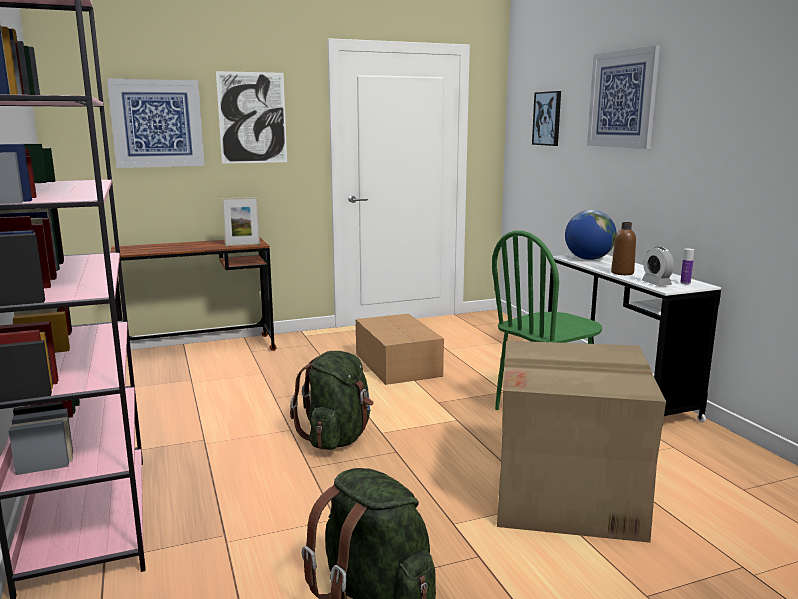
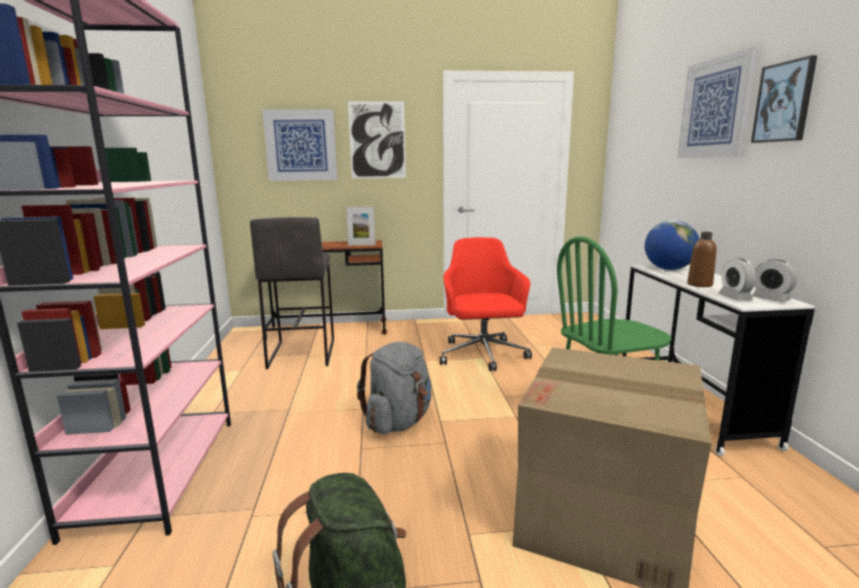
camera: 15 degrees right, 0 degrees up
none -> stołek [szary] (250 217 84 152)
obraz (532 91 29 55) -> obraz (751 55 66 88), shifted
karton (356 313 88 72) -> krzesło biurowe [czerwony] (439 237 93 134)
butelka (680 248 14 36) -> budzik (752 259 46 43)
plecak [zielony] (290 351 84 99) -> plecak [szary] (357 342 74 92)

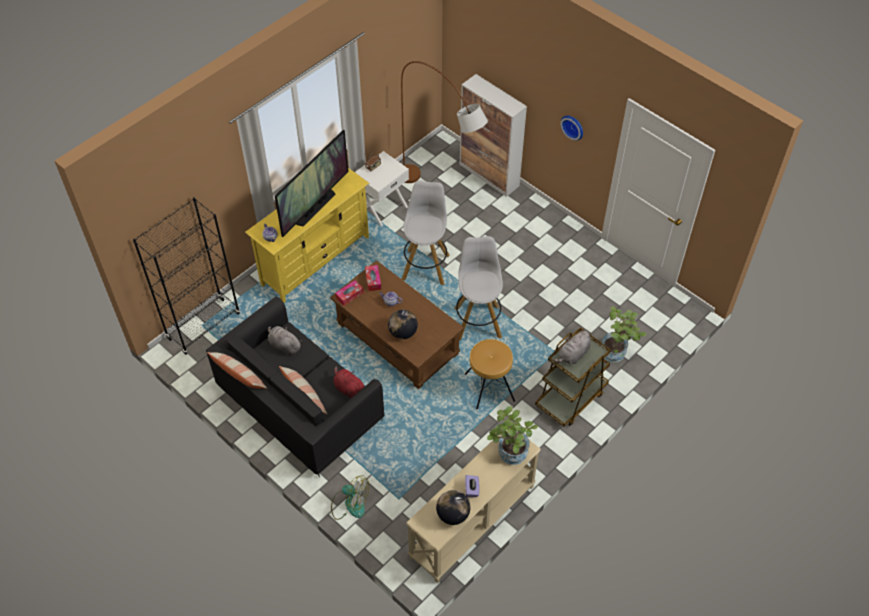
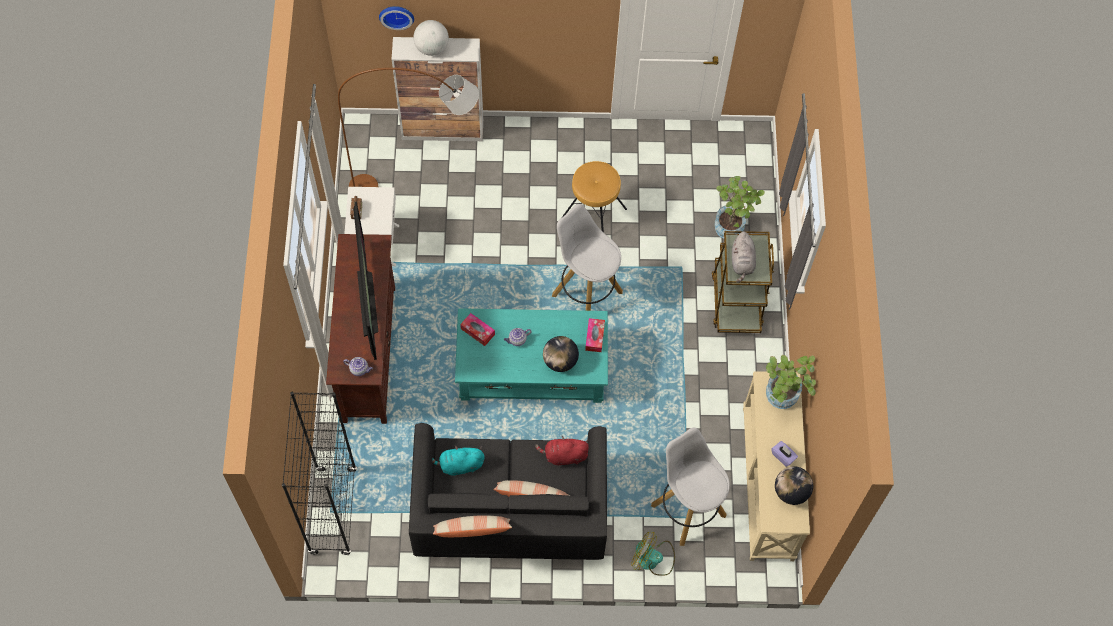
camera: 45 degrees left, 10 degrees up
none -> globus (413 20 36 36)
pudełko chusteczek (335 280 29 26) -> pudełko chusteczek (585 318 20 34), shifted
stołek [biały] (401 180 49 105) -> stołek [biały] (651 428 79 118), shifted
stołek [brązowy] (465 339 50 71) -> stołek [brązowy] (561 161 66 72), shifted
zegar ścienny (560 116 23 24) -> zegar ścienny (379 6 35 24), shifted
szafka pod telewizor [żółty] (245 168 124 135) -> szafka pod telewizor [brązowy] (326 234 69 190)
pluszak [szary] (268 326 34 29) -> pluszak [turkusowy] (432 445 53 31)
ława [brązowy] (330 260 134 129) -> ława [turkusowy] (455 308 153 95)
wentylator (331 475 38 45) -> wentylator (631 532 44 44), 135 degrees counterclockwise

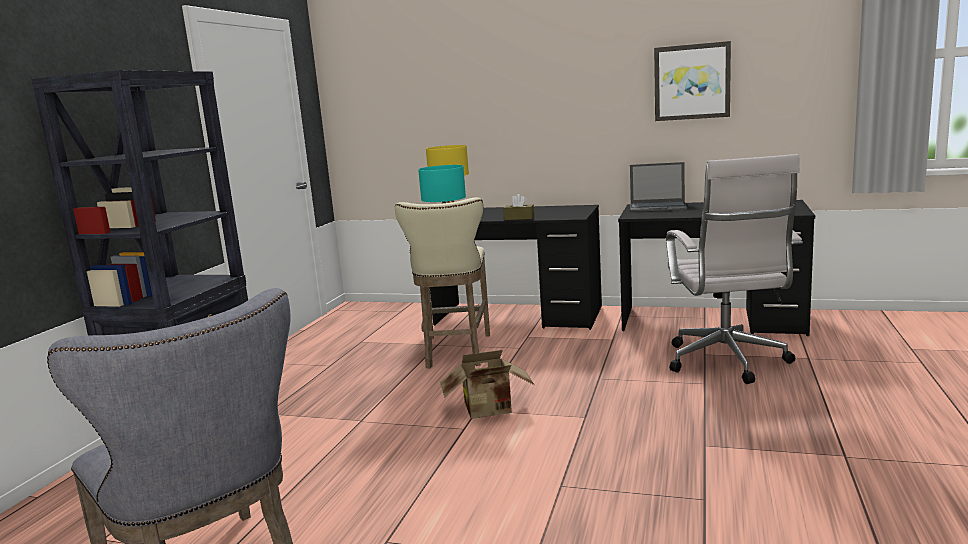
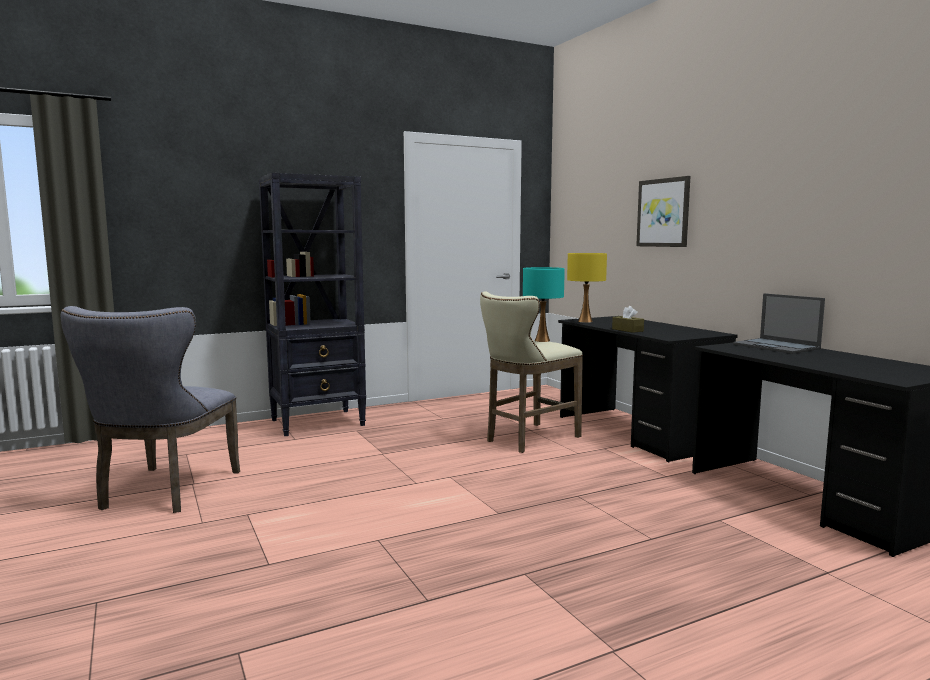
camera: 45 degrees right, 5 degrees down
karton (440 350 94 69) -> none
krzesło biurowe [biały] (666 154 137 230) -> none
obraz (654 41 77 80) -> obraz (636 176 54 71), shifted

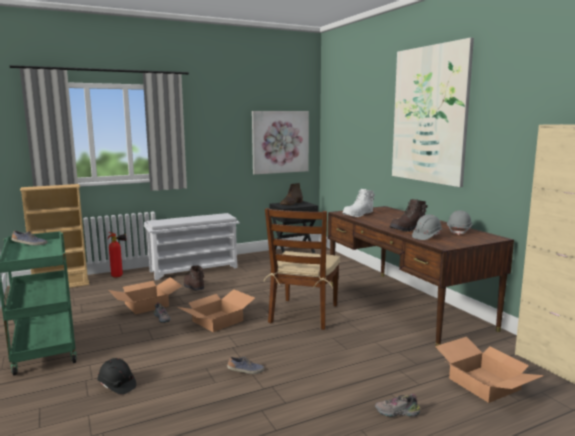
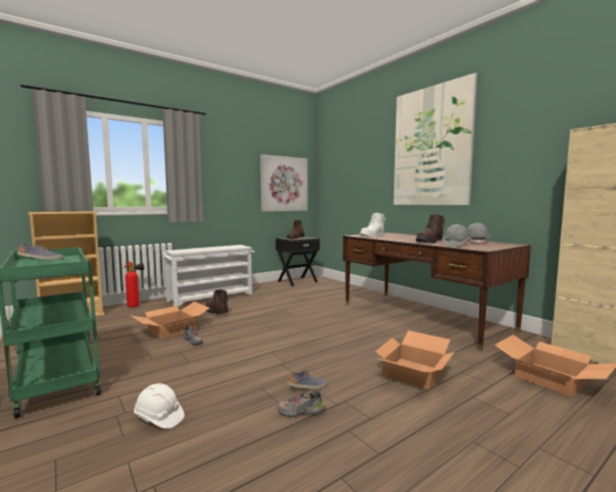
camera: 10 degrees left, 5 degrees down
krzesło [brązowy] (263 208 77 122) -> none
karton (178 289 77 43) -> karton (375 330 79 60), shifted
but (375 394 45 23) -> but (277 389 48 28), shifted
kask [czarny] (97 358 39 36) -> kask [biały] (134 383 50 46)

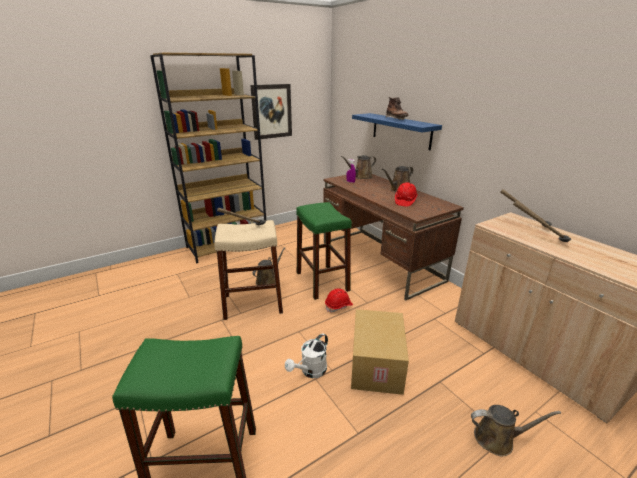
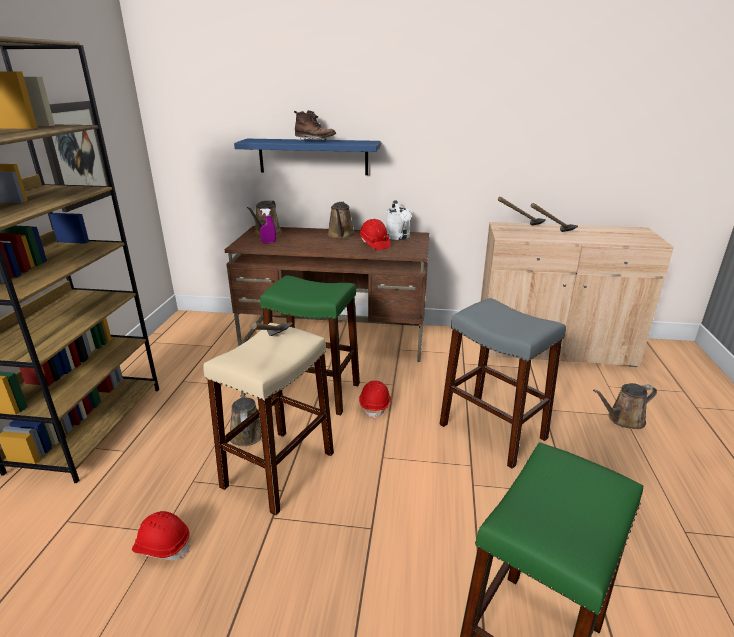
camera: 50 degrees left, 0 degrees up
none -> kask [czerwony] (132 511 58 49)
konewka [biały] (285 333 43 45) -> konewka [biały] (386 200 25 40), shifted
karton (351 309 58 86) -> stołek [szary] (439 298 127 171)
konewka [brązowy] (471 405 90 51) -> konewka [brązowy] (593 383 64 46), 150 degrees counterclockwise

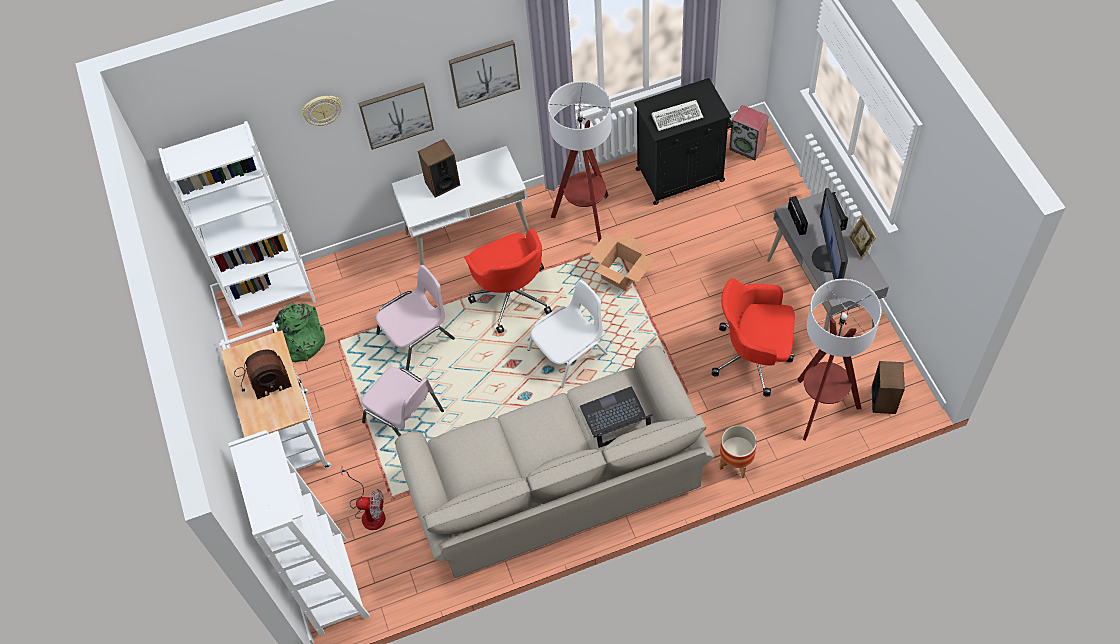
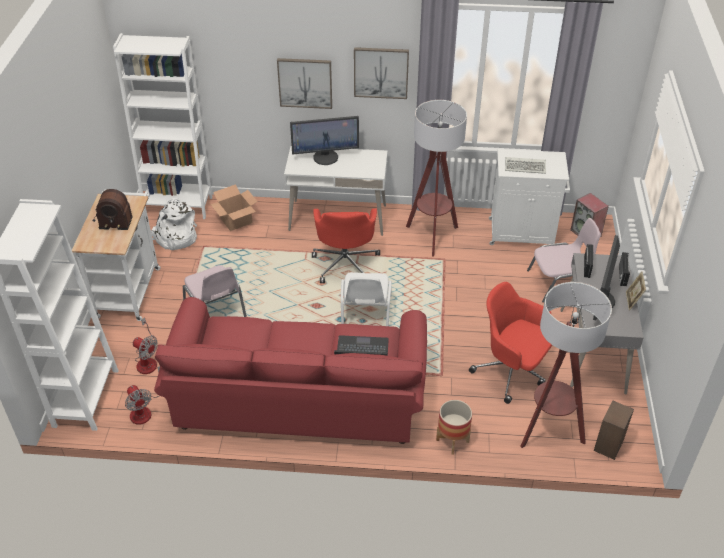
camera: 20 degrees right, 15 degrees down
zegar ścienny (302 96 40 30) -> none
none -> wentylator (125 366 35 59)
krzesło [różowy] (376 265 79 106) -> krzesło [różowy] (527 218 74 85), shifted
karton (589 233 65 58) -> karton (210 184 48 47), shifted
głośnik (418 139 42 59) -> monitor (290 116 69 49)
plecak [zielony] (273 303 52 60) -> plecak [biały] (151 198 46 52)
kanapa [beżowy] (395 346 319 232) -> kanapa [czerwony] (154 297 273 147)
szafka [czarny] (634 78 99 127) -> szafka [biały] (489 149 81 96)
krzesło [biały] (528 280 80 108) -> krzesło [biały] (341 272 51 54), 105 degrees clockwise

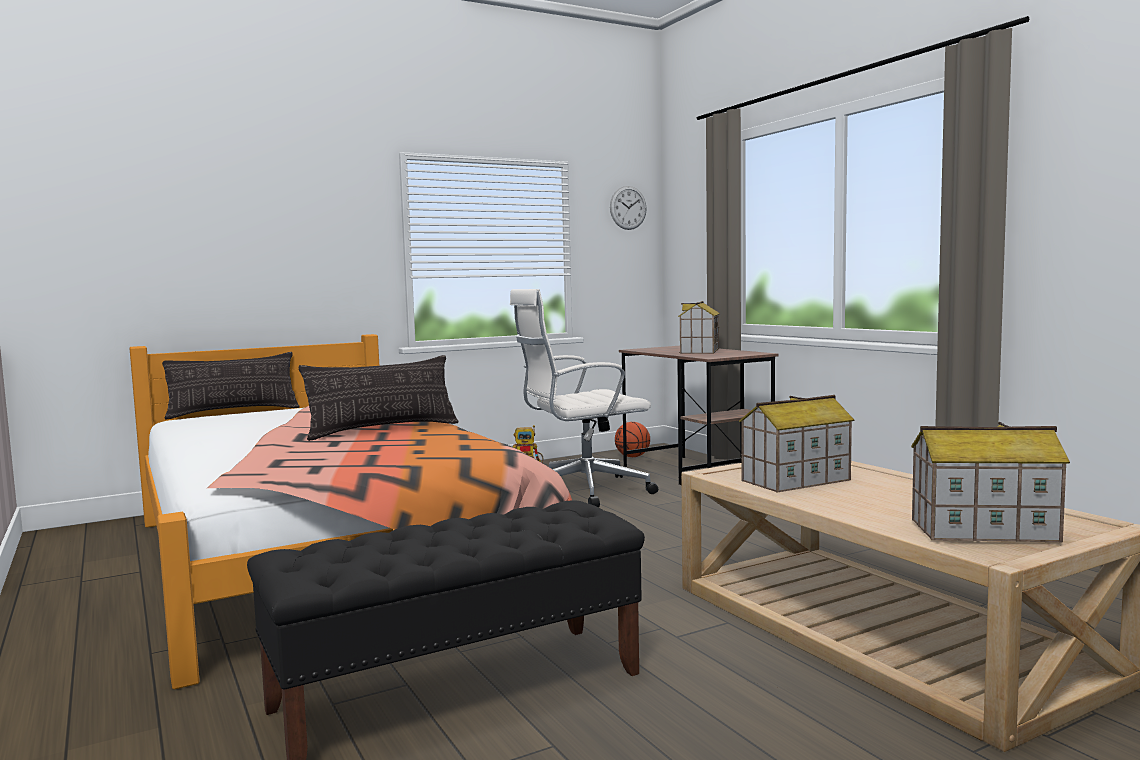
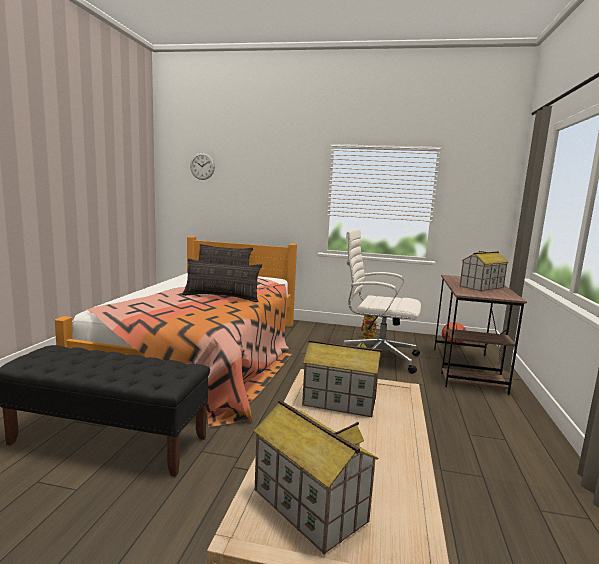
camera: 40 degrees right, 5 degrees up
zegar ścienny (610 186 37 44) -> zegar ścienny (190 153 25 27), shifted

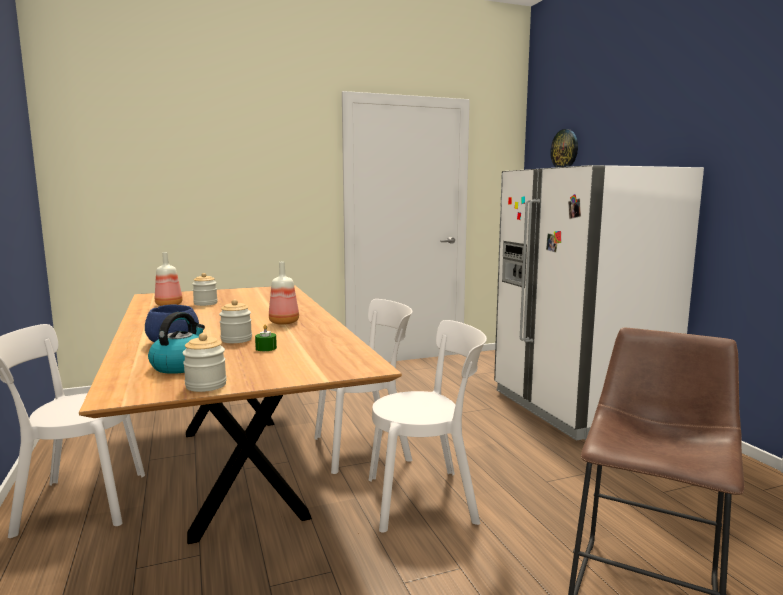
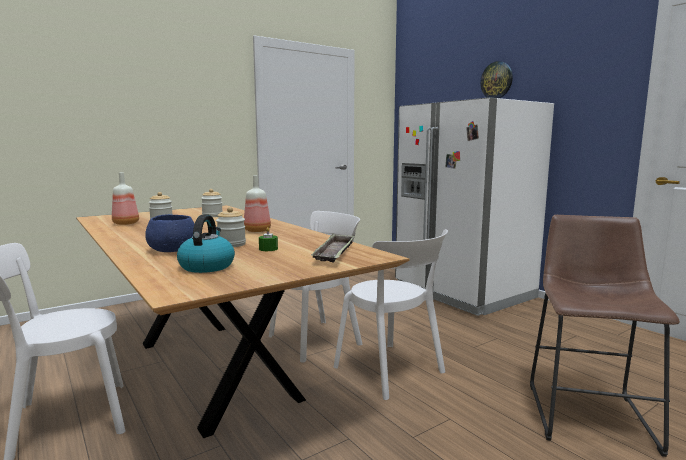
camera: 15 degrees left, 0 degrees up
none -> taca (311 234 43 29)
słoik (183 333 44 59) -> słoik (201 189 22 28), shifted
zegar ścienny (550 129 28 39) -> zegar ścienny (480 61 33 37), shifted
krzesło [biały] (369 320 118 213) -> krzesło [biały] (334 229 114 171), 75 degrees clockwise

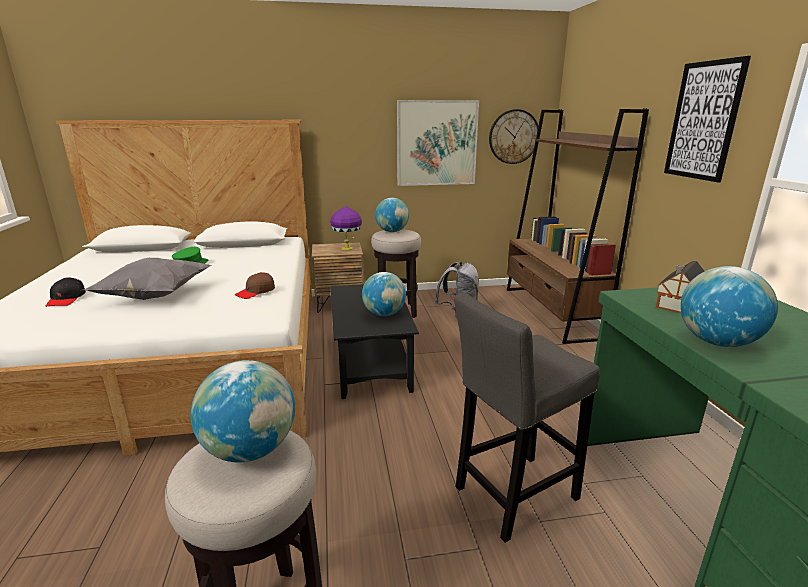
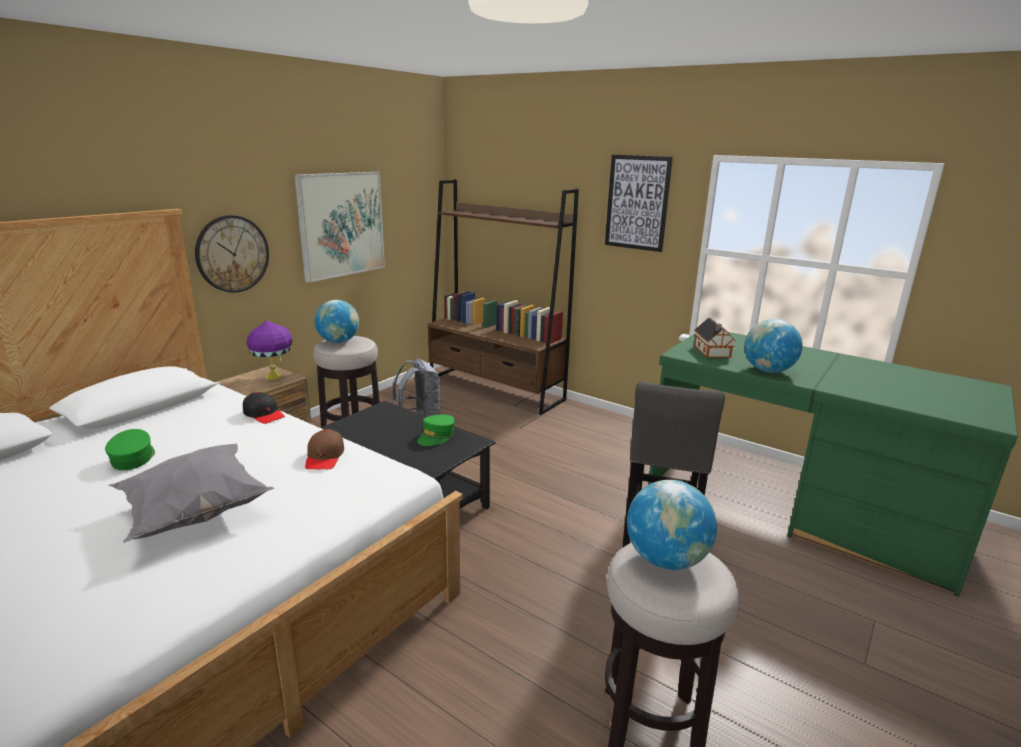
camera: 45 degrees left, 0 degrees up
czapka z daszkiem [czarny] (46 277 40 30) -> czapka z daszkiem [czarny] (243 392 42 32), shifted
zegar ścienny (489 109 49 55) -> zegar ścienny (195 215 74 78), shifted
globus (362 272 44 44) -> czapka z daszkiem [zielony] (417 415 38 31)

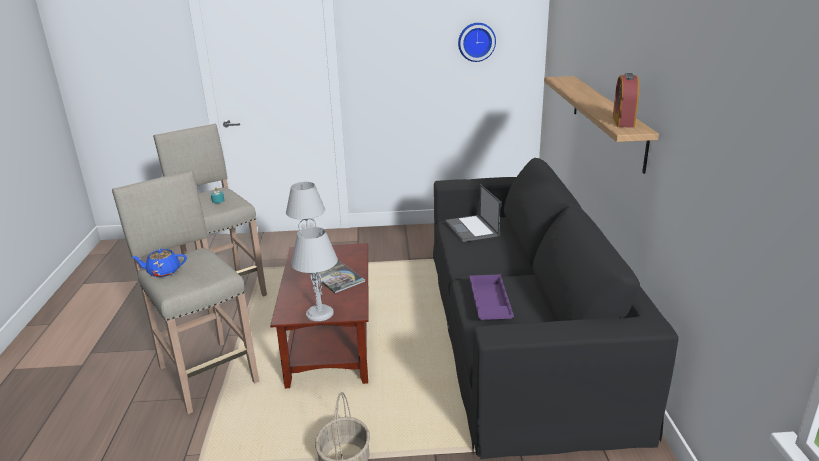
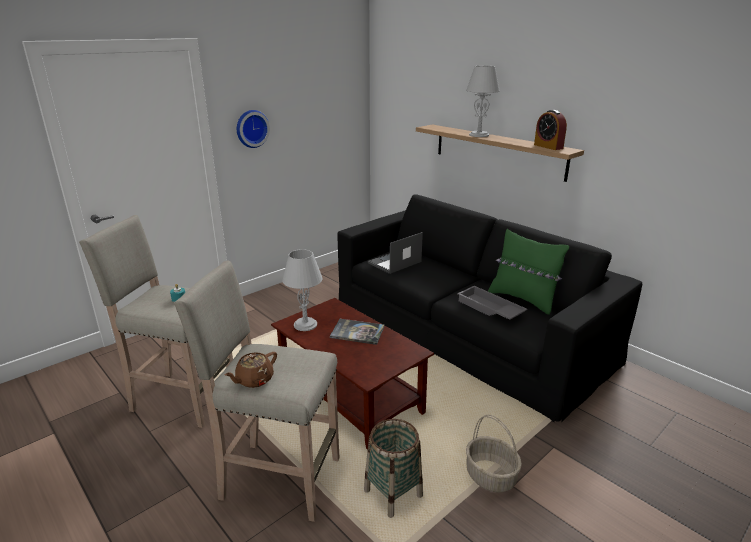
camera: 40 degrees left, 0 degrees up
none -> koszyk (364 419 59 99)
none -> poduszka [zielony] (488 229 81 86)
lampa stołowa [szary] (291 227 47 94) -> lampa stołowa [szary] (466 66 34 71), shifted
zegar ścienny (458 23 38 39) -> zegar ścienny (237 110 33 38), shifted
imbryk [niebieski] (132 249 55 28) -> imbryk [brązowy] (225 352 52 36)
taca [fioletowy] (469 274 45 46) -> taca [szary] (457 286 70 34)
laptop (445 184 56 58) -> laptop (368 232 55 42), 105 degrees clockwise

